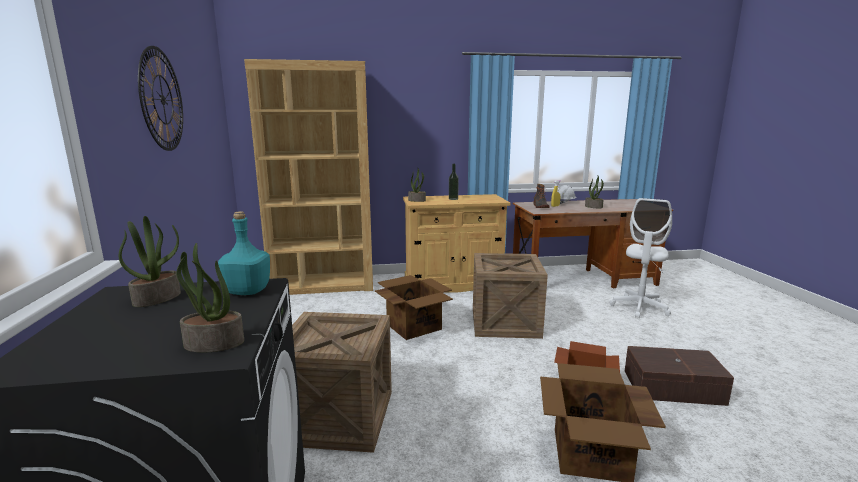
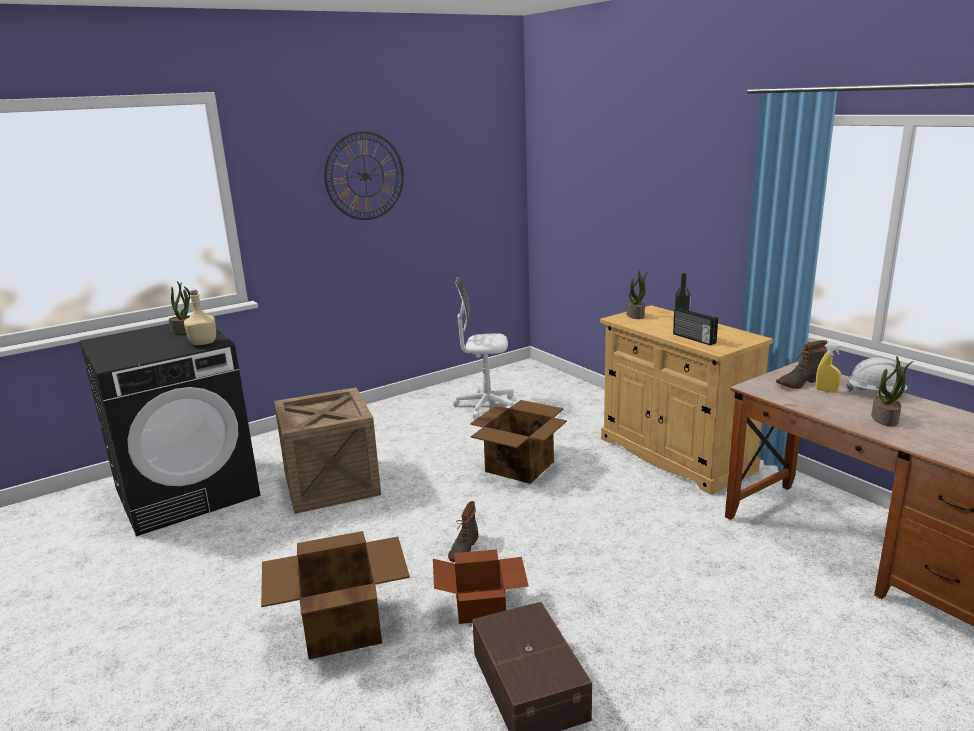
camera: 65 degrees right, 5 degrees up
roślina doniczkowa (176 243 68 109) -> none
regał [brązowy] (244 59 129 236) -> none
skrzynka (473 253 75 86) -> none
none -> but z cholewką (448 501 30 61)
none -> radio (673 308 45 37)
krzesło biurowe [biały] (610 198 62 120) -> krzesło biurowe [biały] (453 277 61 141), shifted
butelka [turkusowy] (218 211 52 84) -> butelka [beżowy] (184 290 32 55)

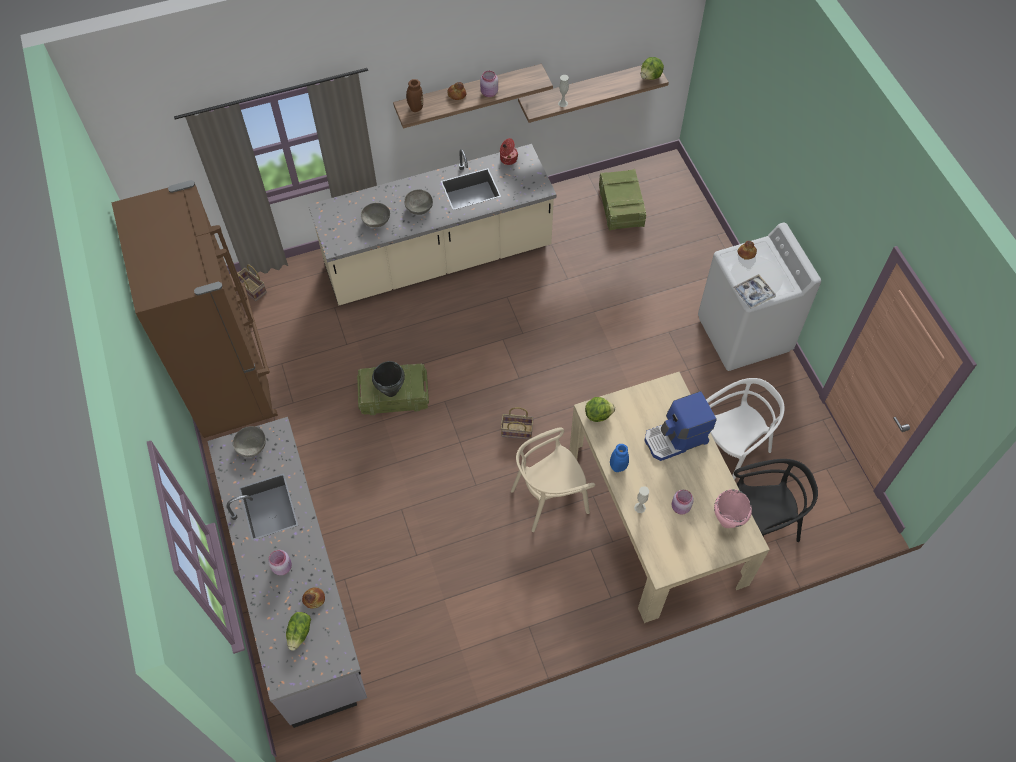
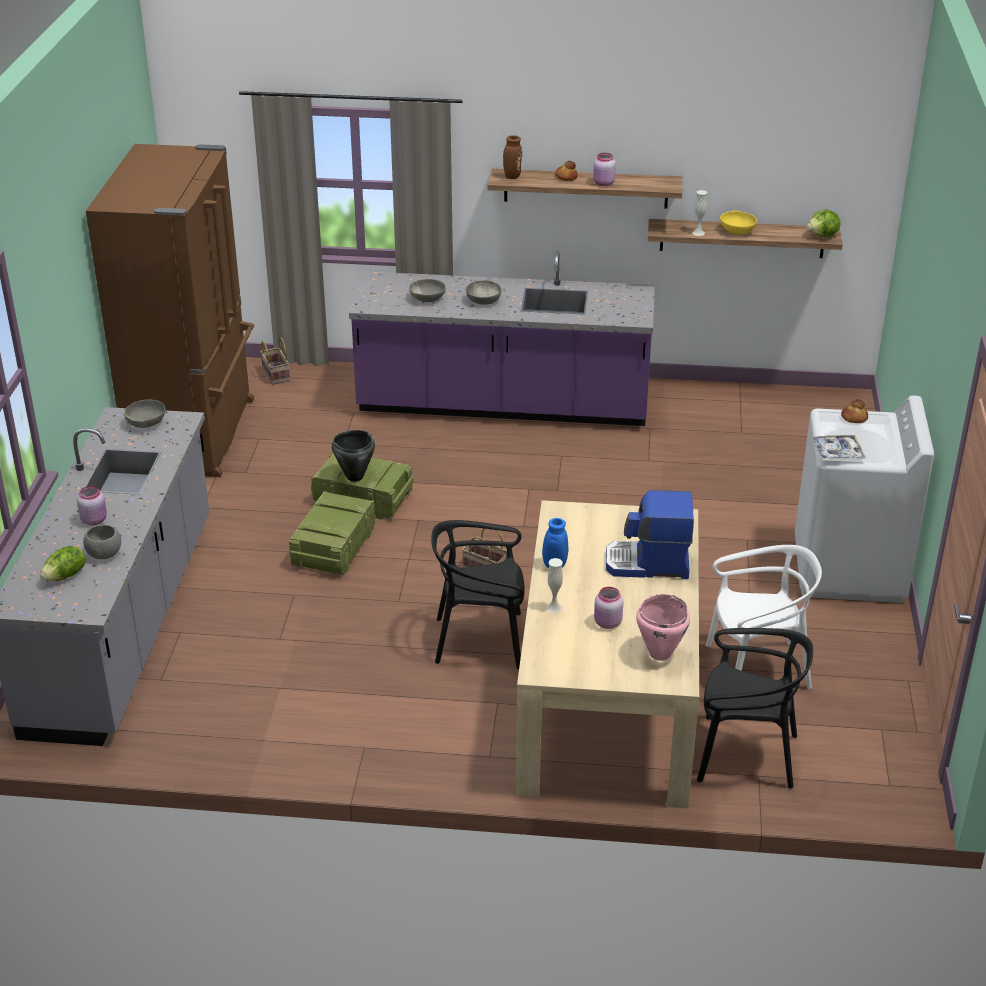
camera: 25 degrees right, 25 degrees down
garnek (500 138 18 27) -> none
sałata (585 397 30 25) -> none
none -> miska [żółty] (720 211 37 24)
skrzynka (599 169 47 62) -> skrzynka (289 492 86 83), shifted
chleb (302 587 23 22) -> miska [szary] (83 525 38 34)
zabudowa kuchenna [beżowy] (308 144 248 161) -> zabudowa kuchenna [fioletowy] (349 251 306 175)
krzesło [beżowy] (511 427 84 105) -> krzesło [czarny] (431 520 94 149)

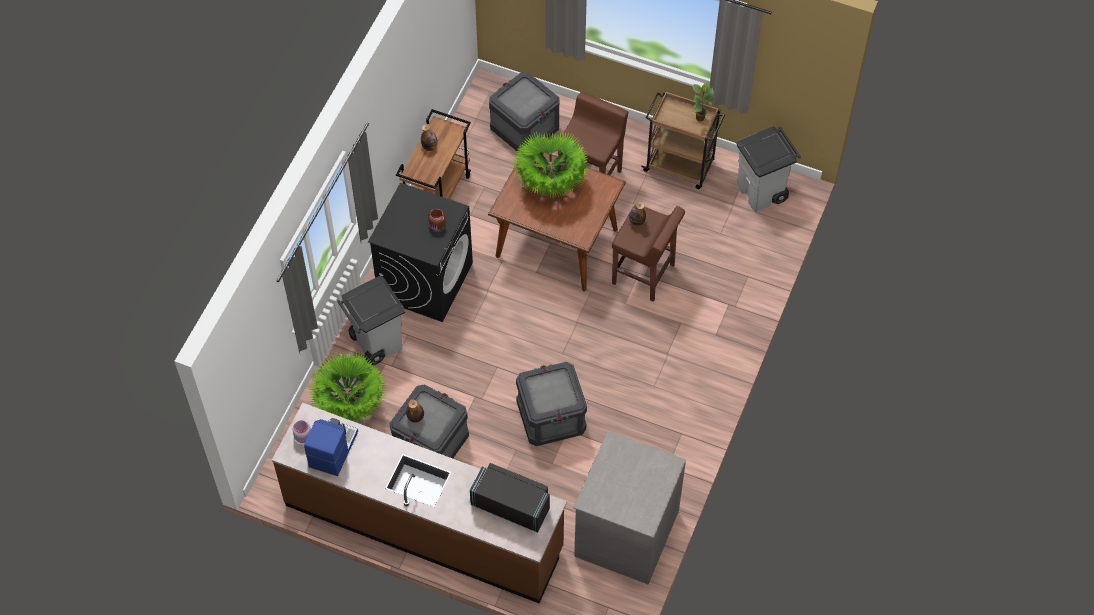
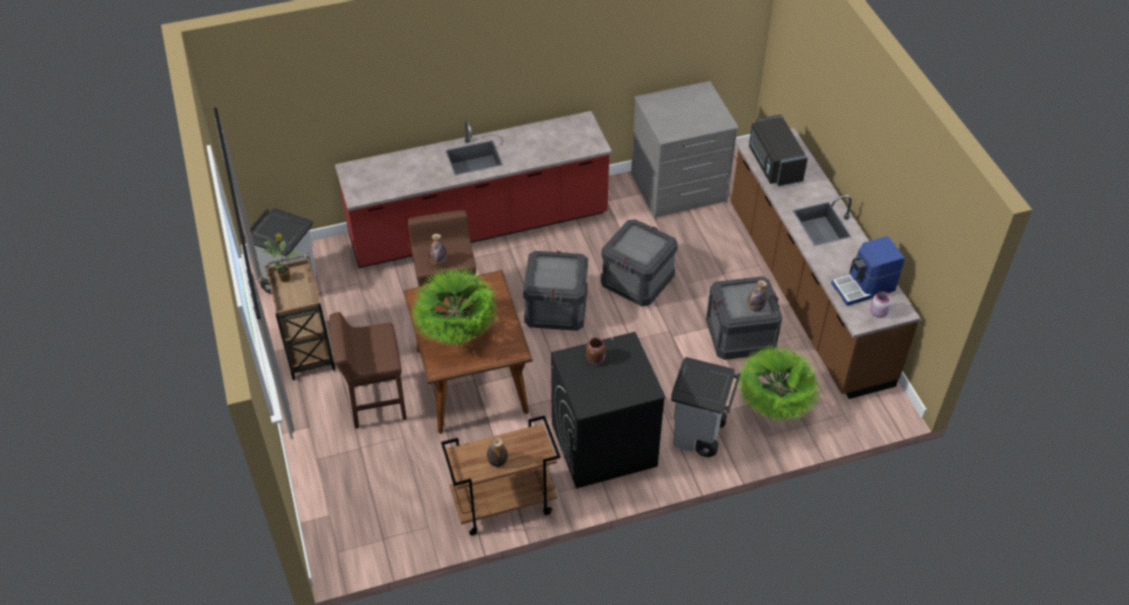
camera: 130 degrees left, 10 degrees down
none -> zabudowa kuchenna [czerwony] (335 111 277 157)
skrzynka (489 72 70 80) -> skrzynka (523 251 65 80), shifted

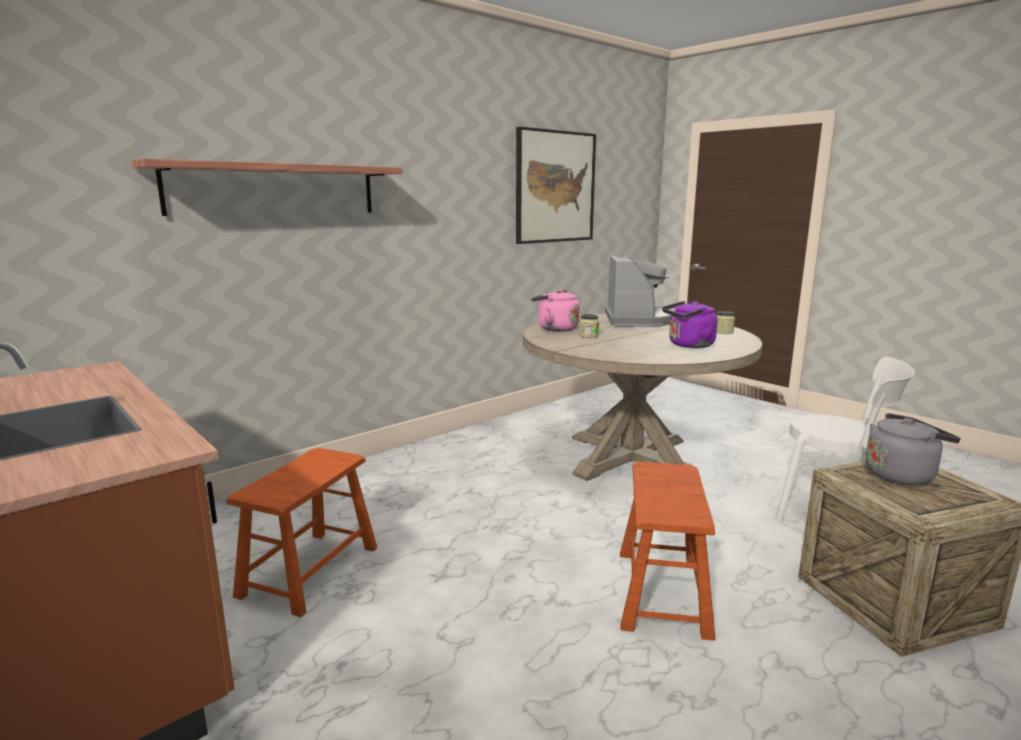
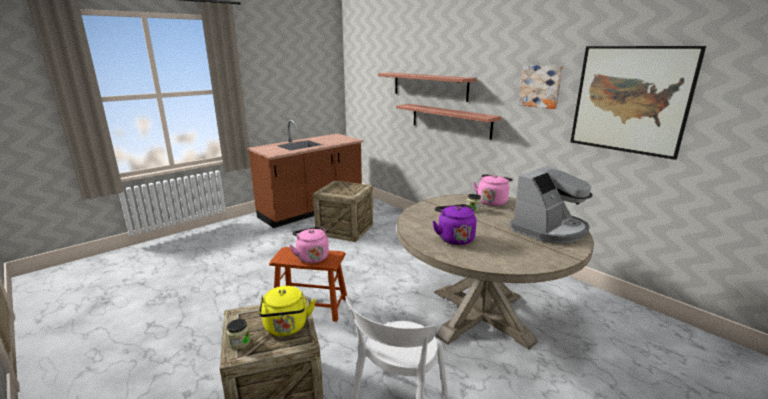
camera: 90 degrees right, 5 degrees up
none -> czajnik [różowy] (289 226 40 37)
none -> półka (396 104 106 36)
none -> obraz (518 65 45 44)
słoik (716 311 19 23) -> słoik (226 319 24 31), shifted
stołek [brązowy] (226 448 151 169) -> skrzynka (313 180 60 62)
czajnik [szary] (865 413 96 72) -> czajnik [żółty] (259 286 57 50)
ekspres do kawy (605 256 68 71) -> ekspres do kawy (510 165 83 79), 45 degrees counterclockwise

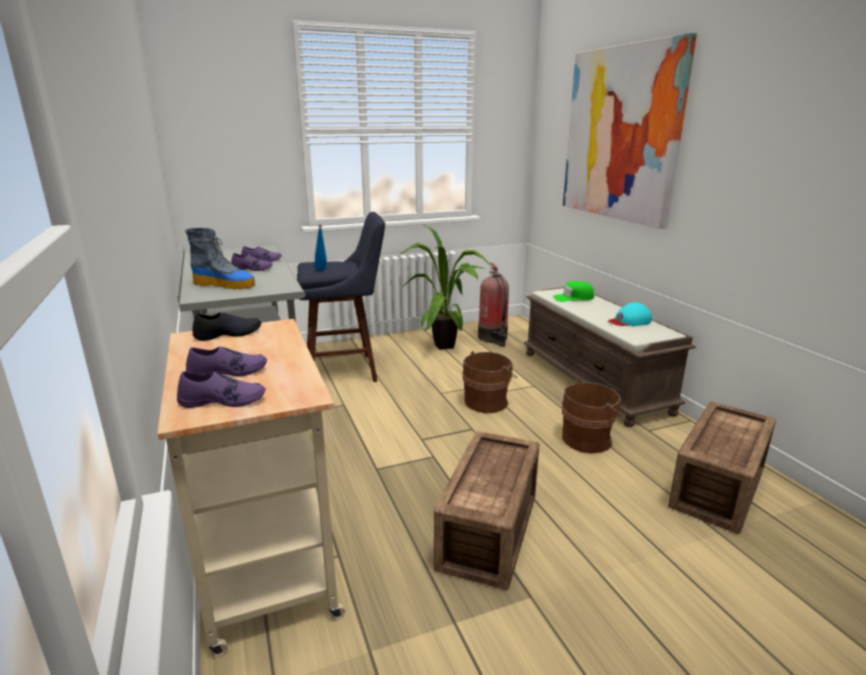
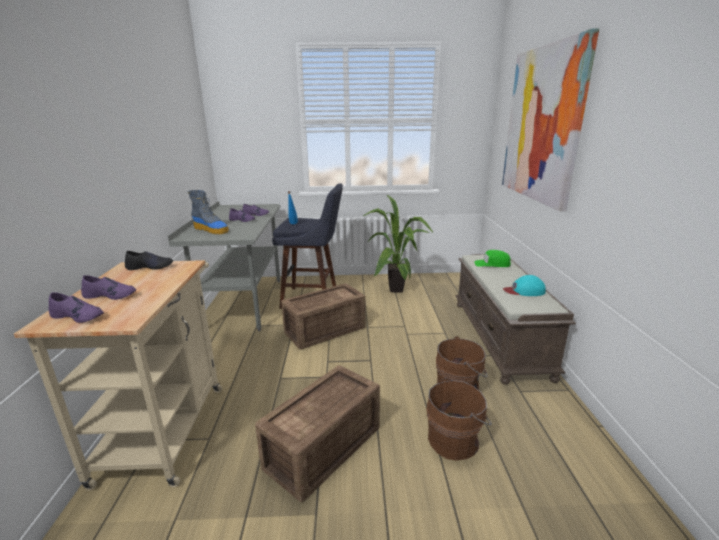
camera: 20 degrees right, 0 degrees up
gaśnica (478 263 31 84) -> none
wiadro [brązowy] (462 351 55 63) -> wiadro [brązowy] (427 379 65 82), shifted
skrzynka (668 401 108 133) -> skrzynka (281 283 85 66), shifted

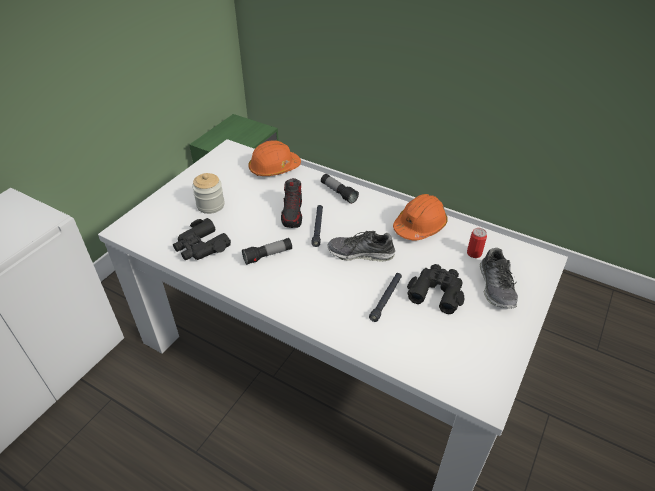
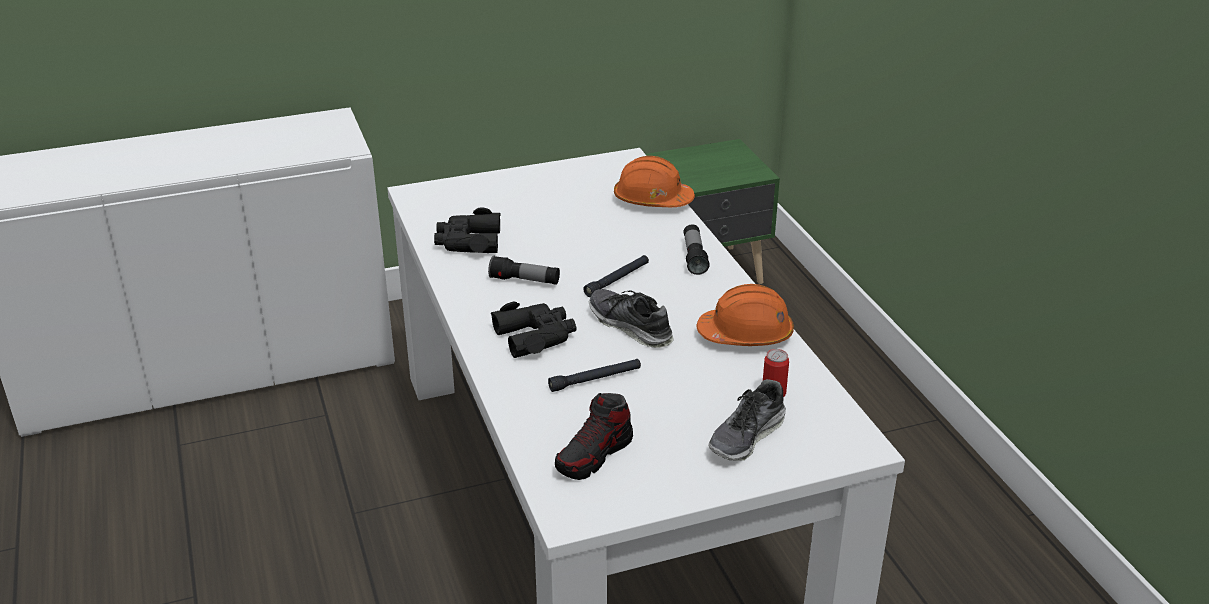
camera: 40 degrees right, 10 degrees down
słoik (192 173 33 41) -> none
but (281 178 21 50) -> but (555 393 78 87), shifted
lornetka [czarny] (407 264 57 50) -> lornetka [czarny] (491 302 86 56), shifted

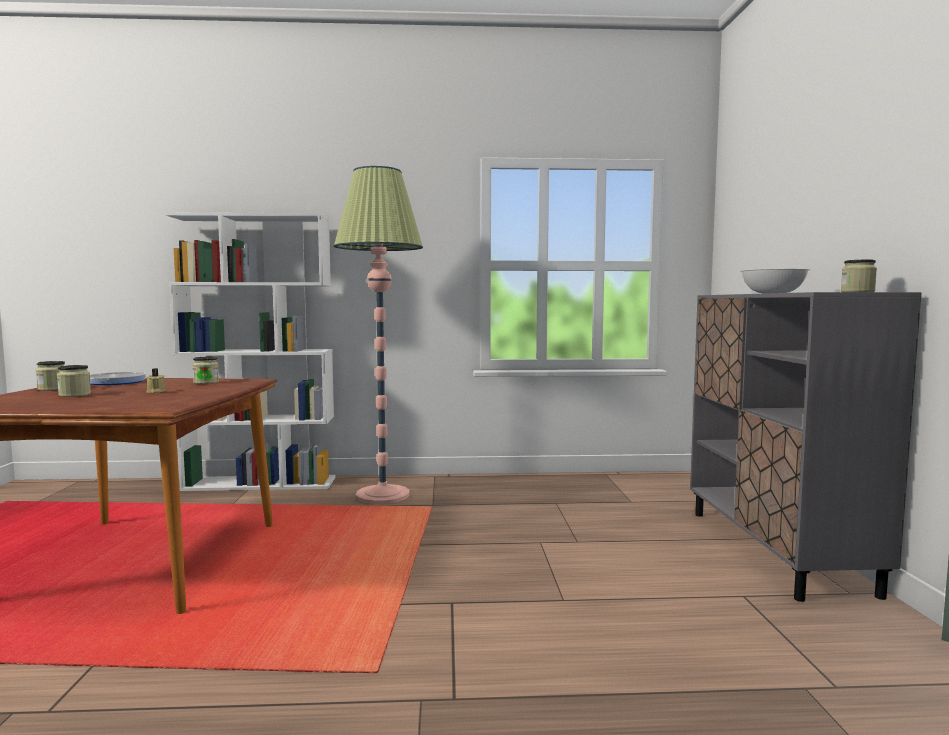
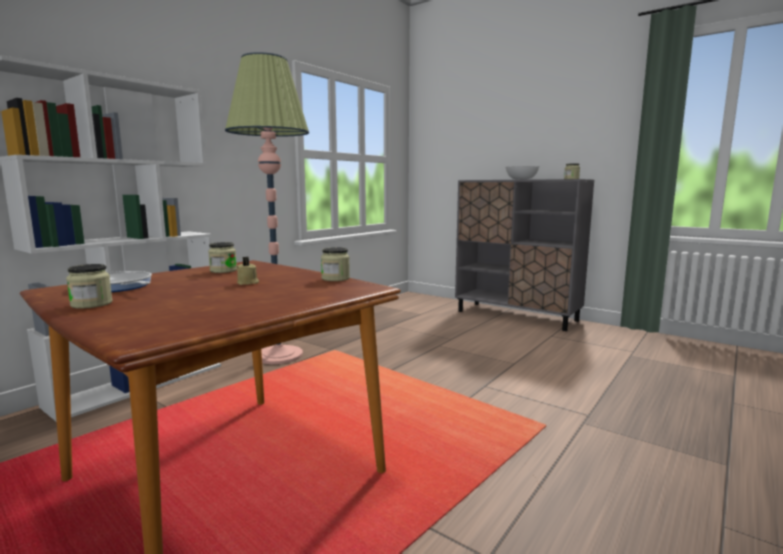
camera: 50 degrees left, 5 degrees up
słoik (57 365 34 32) -> słoik (321 247 29 34), shifted

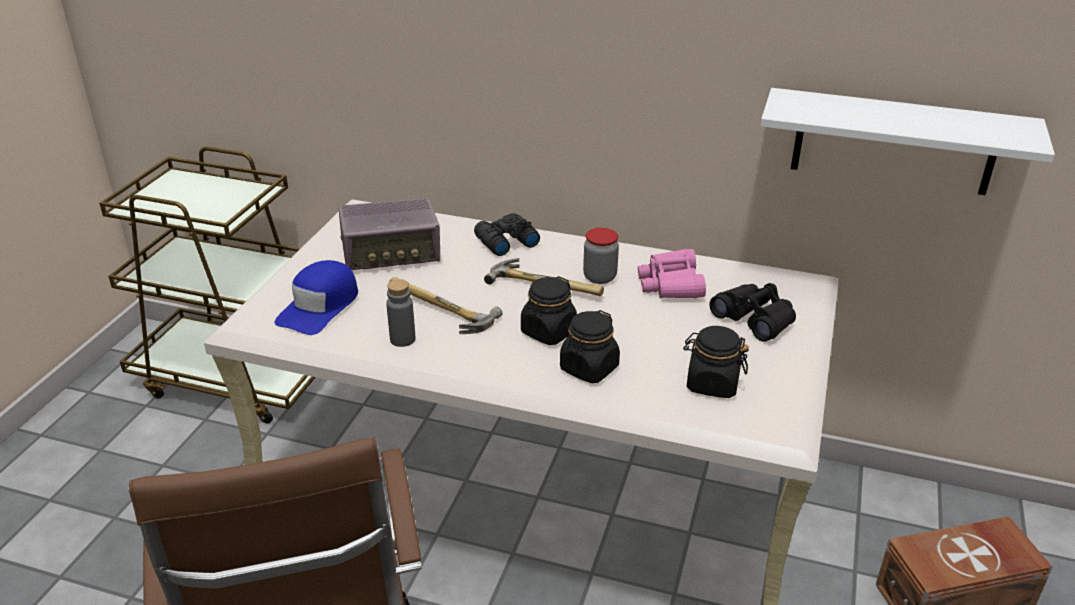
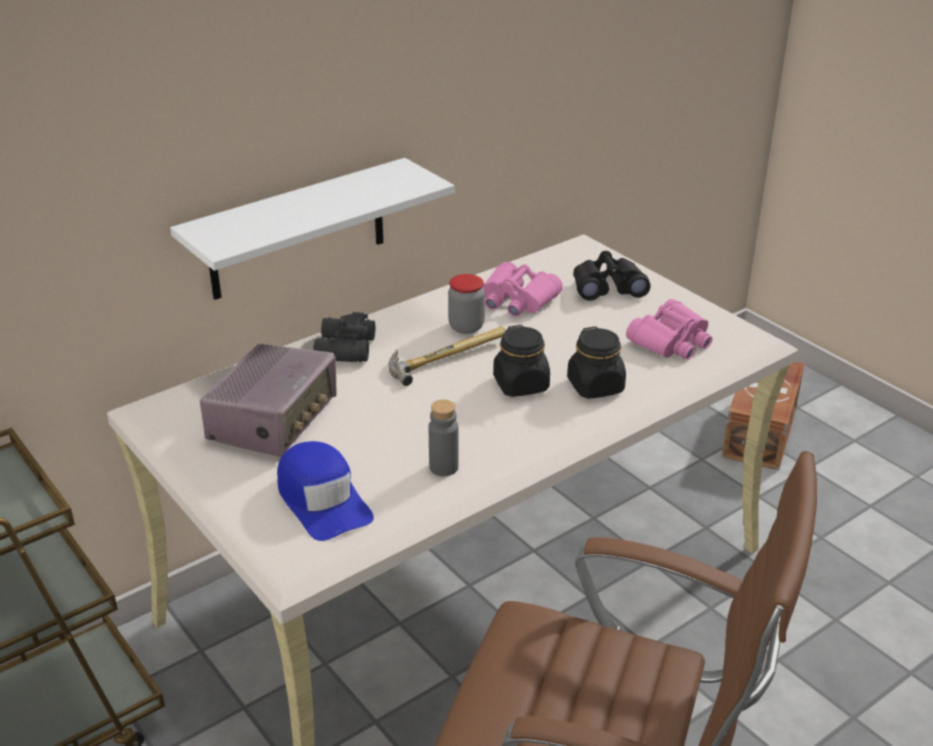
camera: 55 degrees left, 0 degrees up
młotek (389 277 114 57) -> none
półka [biały] (760 88 295 107) -> półka [biały] (170 158 284 142), shifted
słoik [czarny] (683 326 66 72) -> lornetka [różowy] (626 299 86 61)

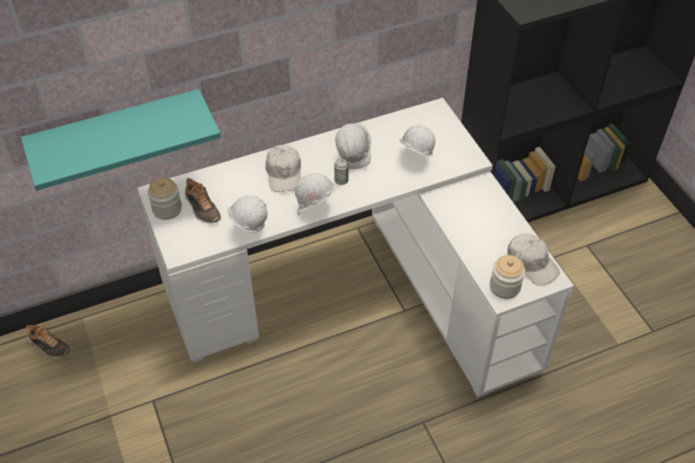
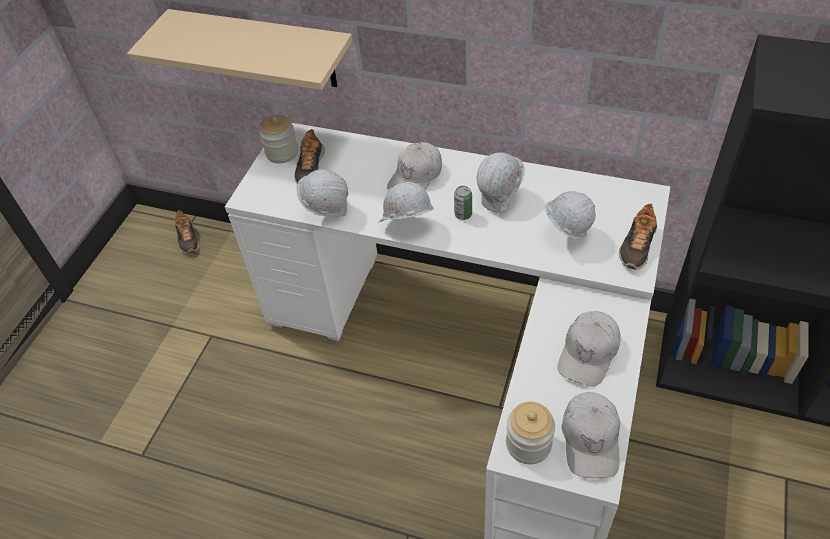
camera: 45 degrees right, 0 degrees up
none -> czapka z daszkiem [biały] (558 311 62 76)
none -> but (619 204 38 66)
półka [turkusowy] (21 89 200 102) -> półka [beżowy] (127 9 226 81)

